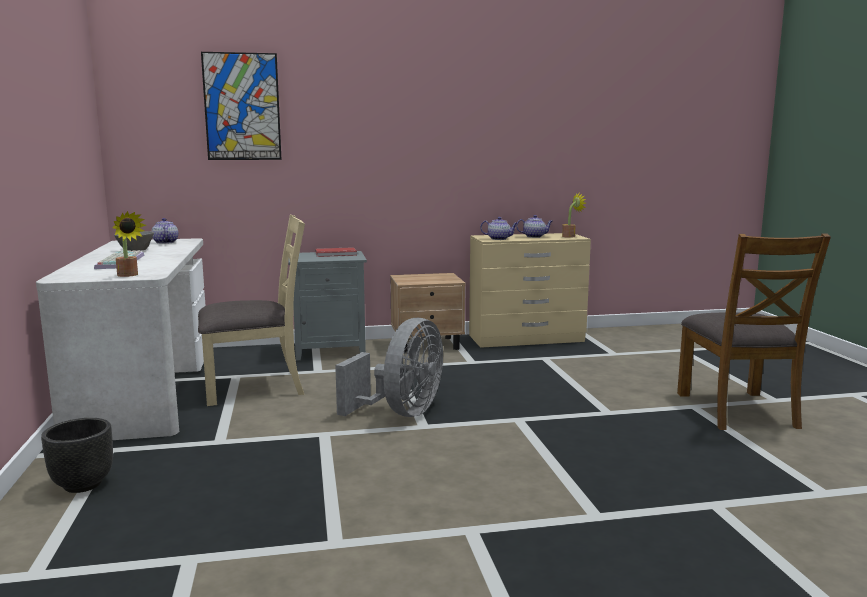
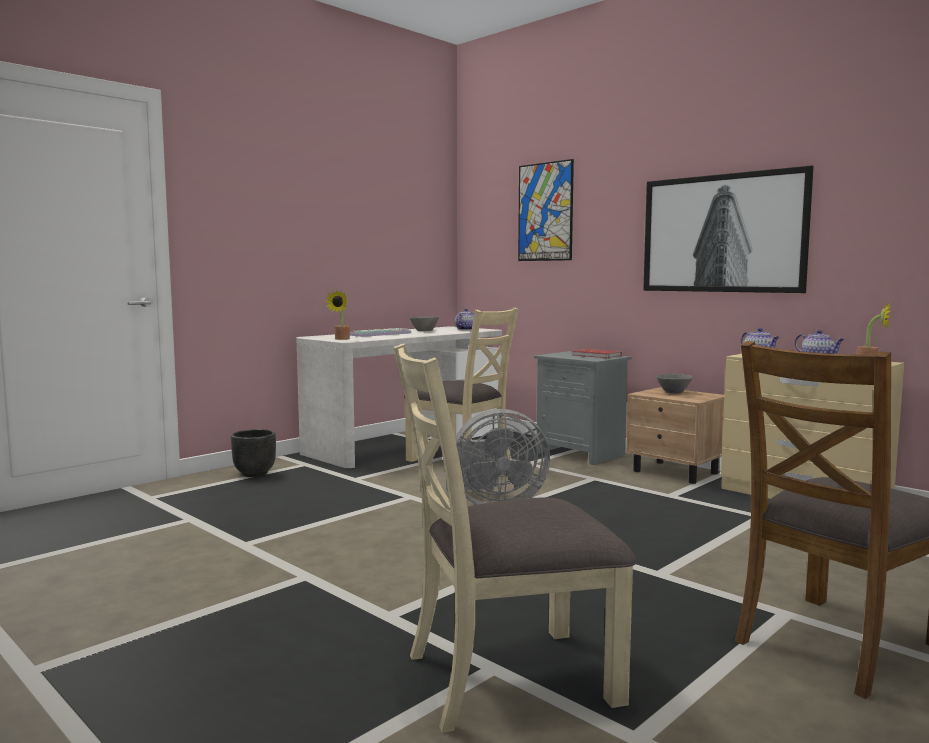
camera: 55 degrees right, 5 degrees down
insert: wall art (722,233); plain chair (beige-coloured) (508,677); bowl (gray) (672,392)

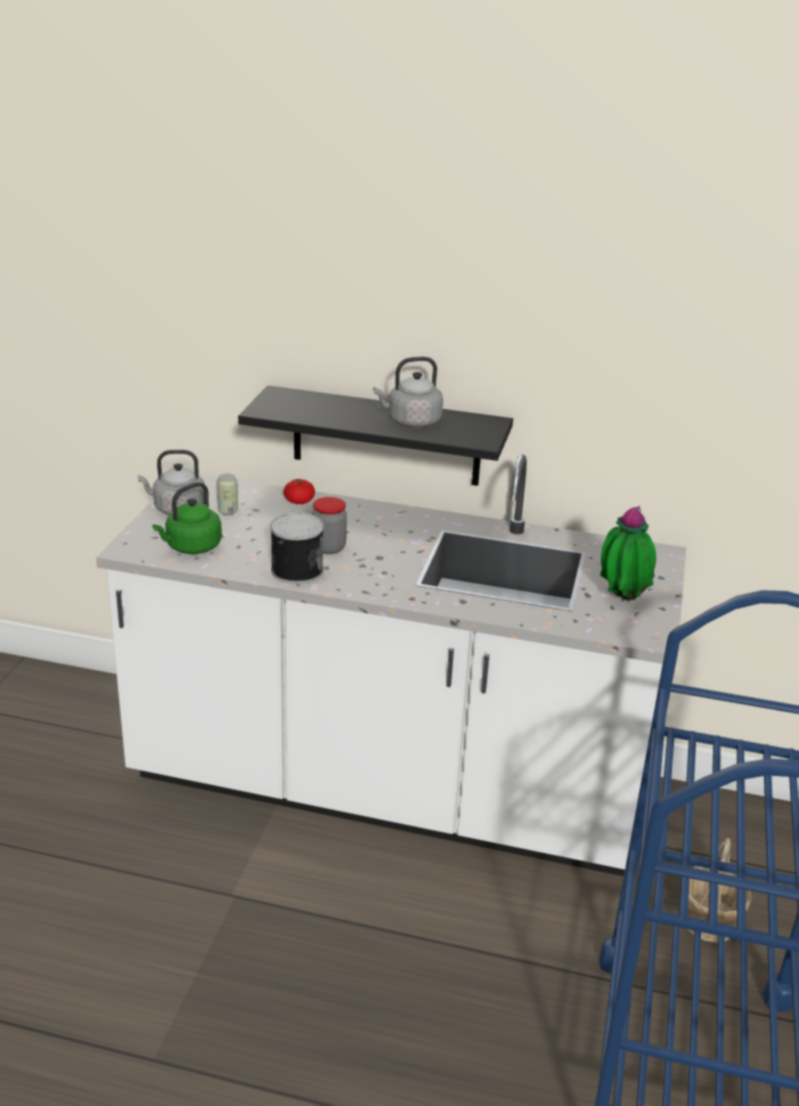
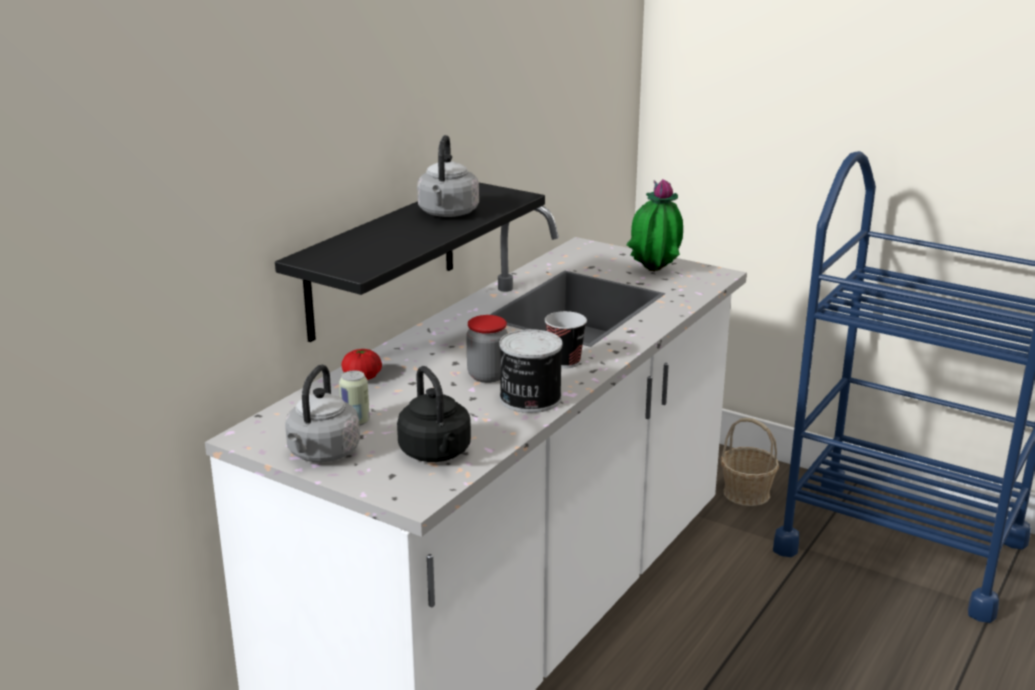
camera: 70 degrees left, 5 degrees down
insert: small cup (564,362)
recolor: kettle (green) (191,547) to kettle (black) (436,453)

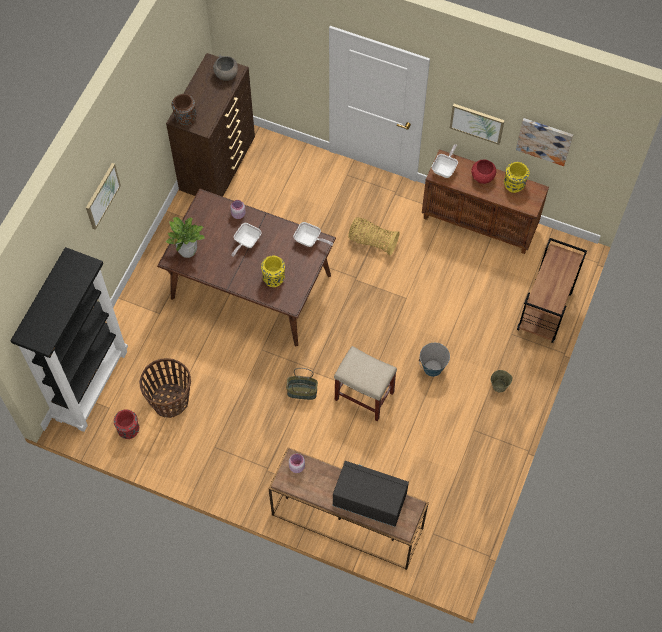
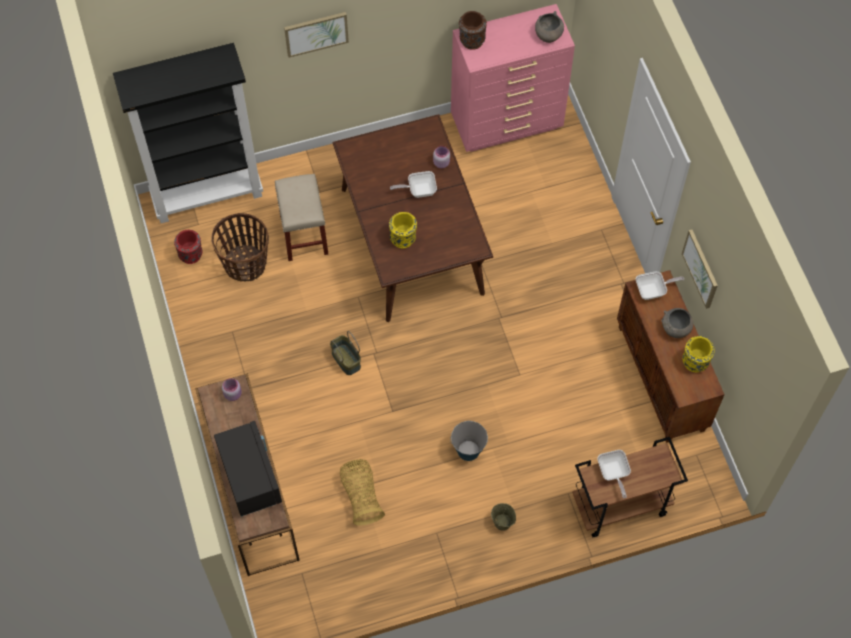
camera: 50 degrees right, 0 degrees up
delete: wall art (544,140); potted plant (187,252)
move: basket (372,241) to (361,496); skillet (310,241) to (613,474); sitting stool (beige-coloured) (363,395) to (303,234)
recolor: chest of drawers (brownish) (219,166) to chest of drawers (pink) (507,123); bowl (red) (482,177) to bowl (gray) (675,329)

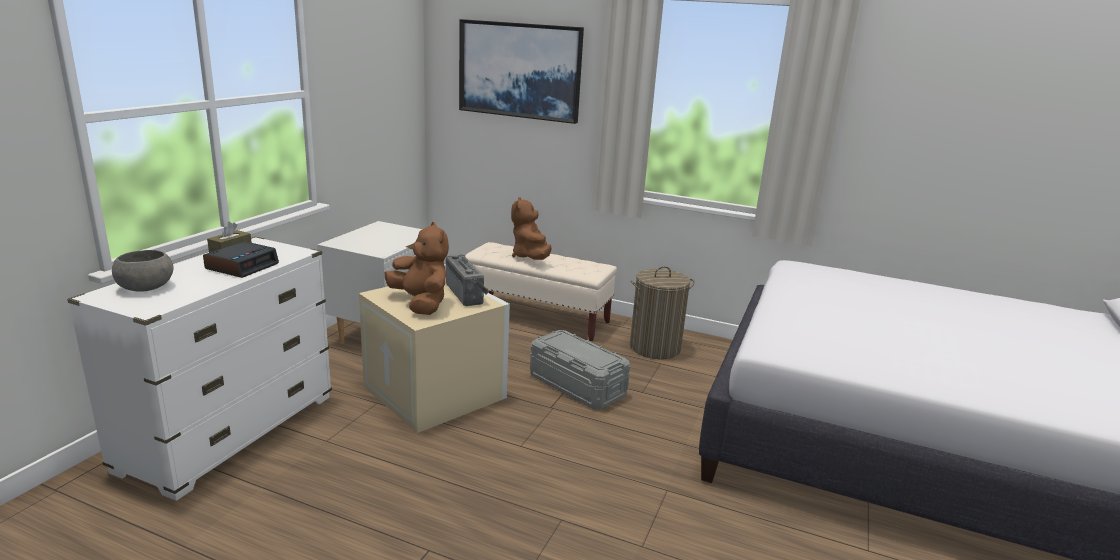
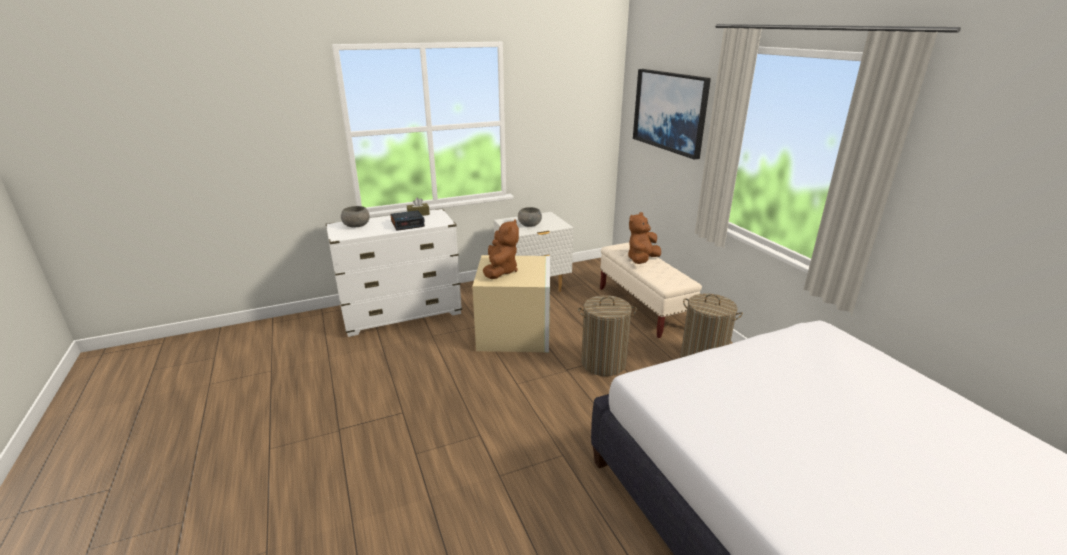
camera: 45 degrees right, 5 degrees up
delete: radio set (467,294)
insert: bowl (gray) (529,225)
replace: storage bin (gray) (577,385) to washing basket (603,363)

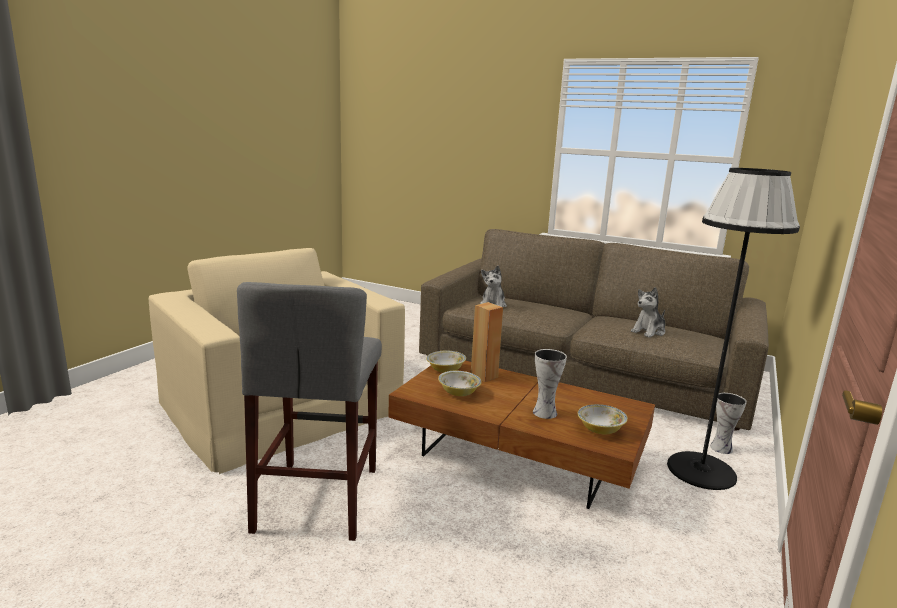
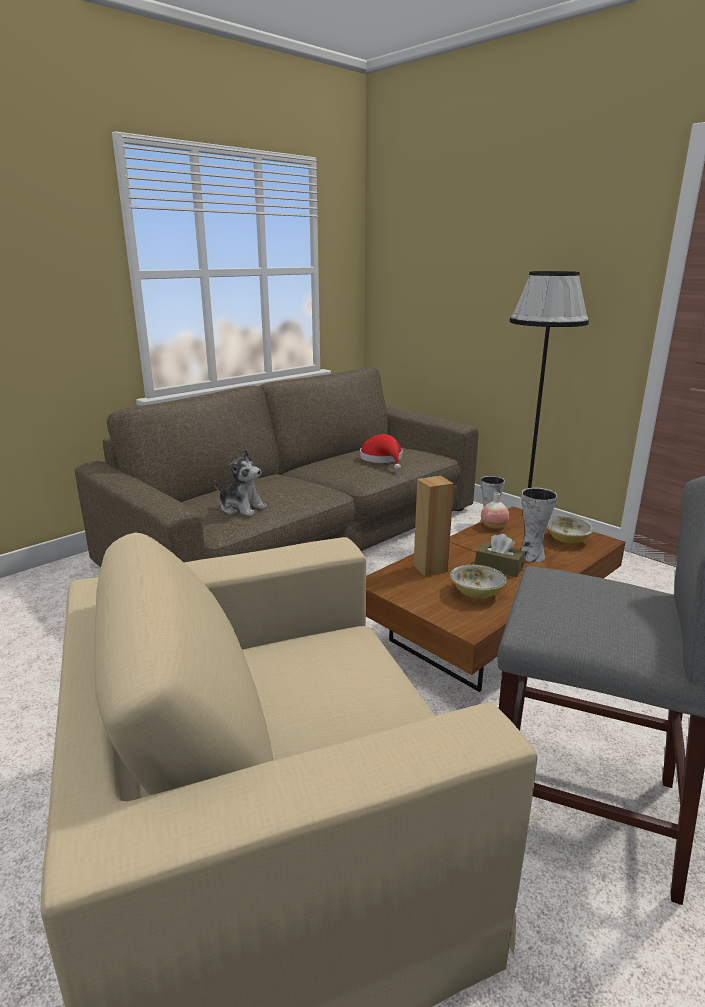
camera: 70 degrees left, 5 degrees up
delete: bowl (445,370)
insert: flower vase (493,526); tissue holder (brownish) (498,567)
replace: soft toy (649,331) to clothing hat (red) (383,459)

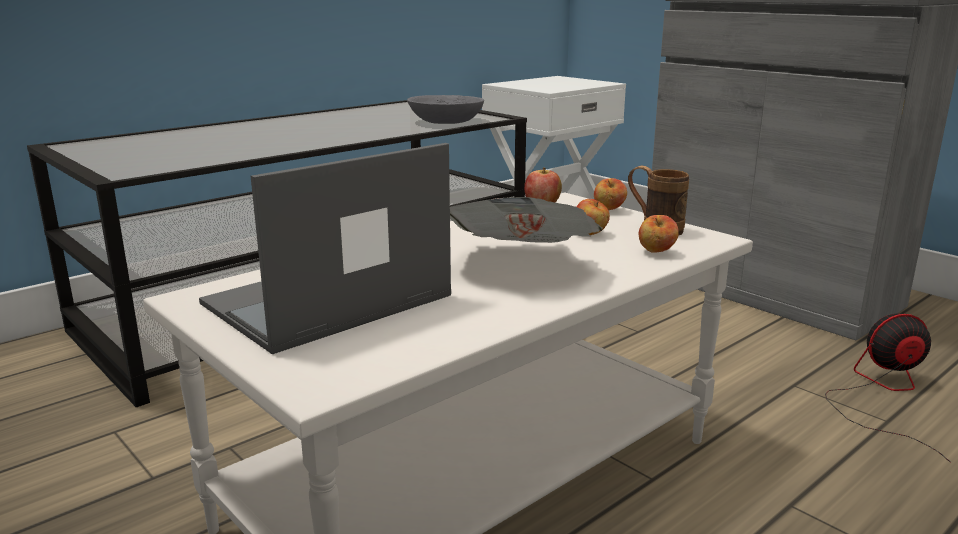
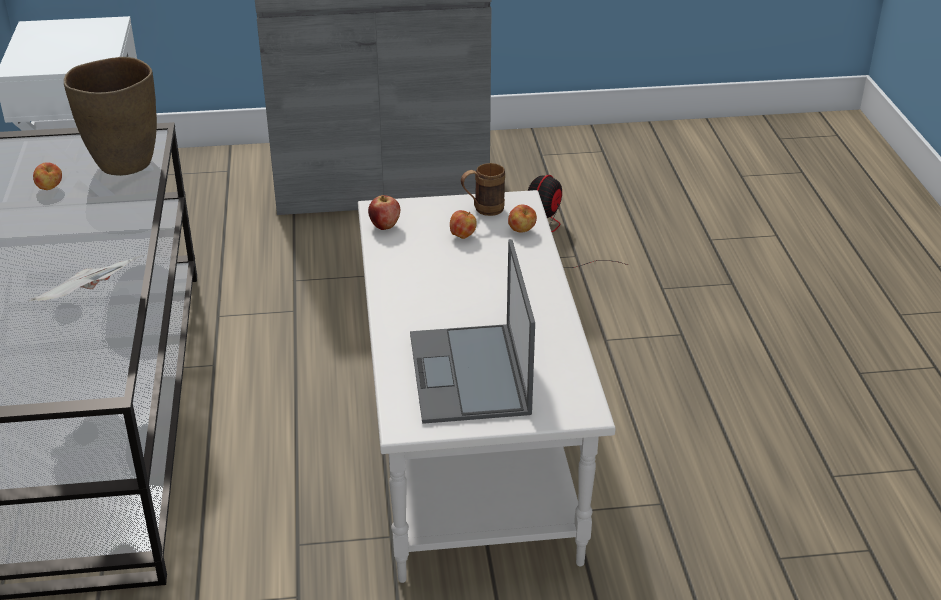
camera: 55 degrees left, 15 degrees up
move: apple (609,210) to (50,188); daily paper (522,265) to (92,305)
replace: bowl (gray) (445,122) to flower vase (brownish) (123,164)

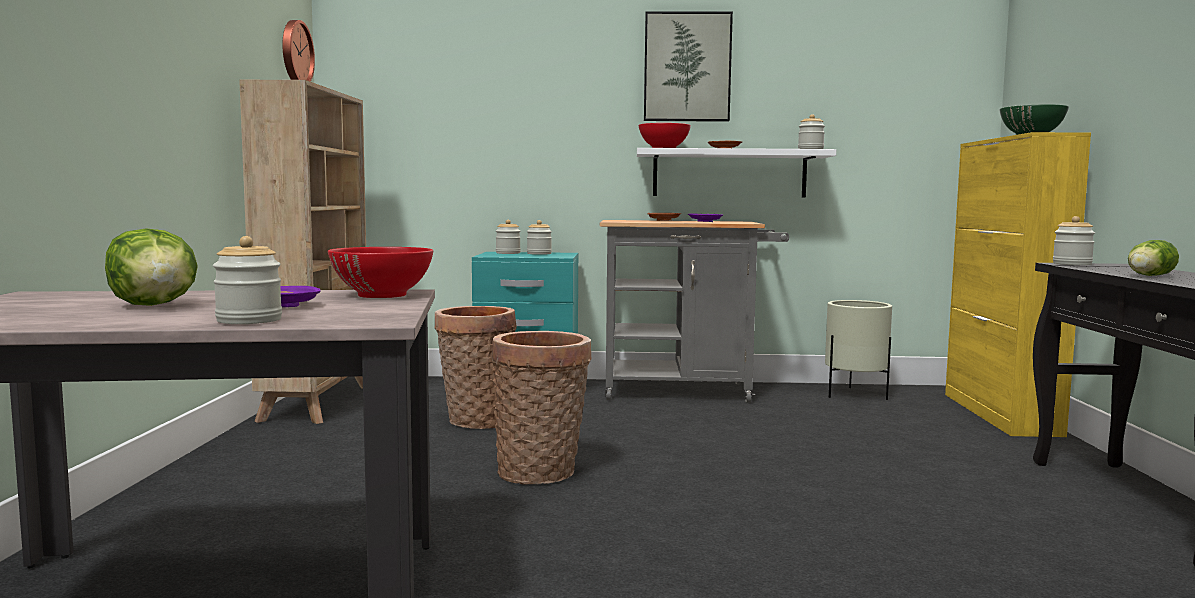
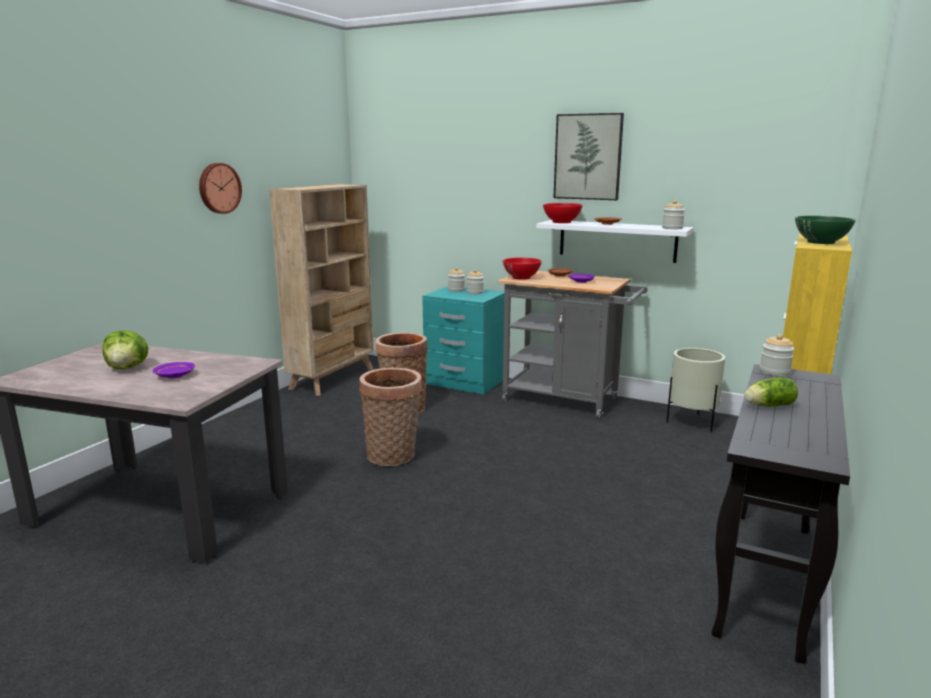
camera: 25 degrees right, 10 degrees up
delete: jar (249,320)
move: wall clock (295,52) to (218,188); bowl (red) (383,295) to (521,277)

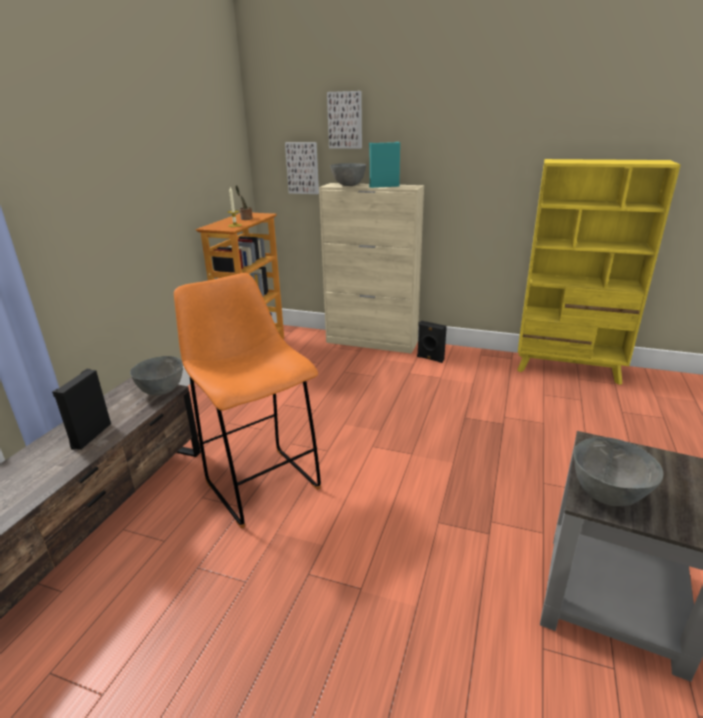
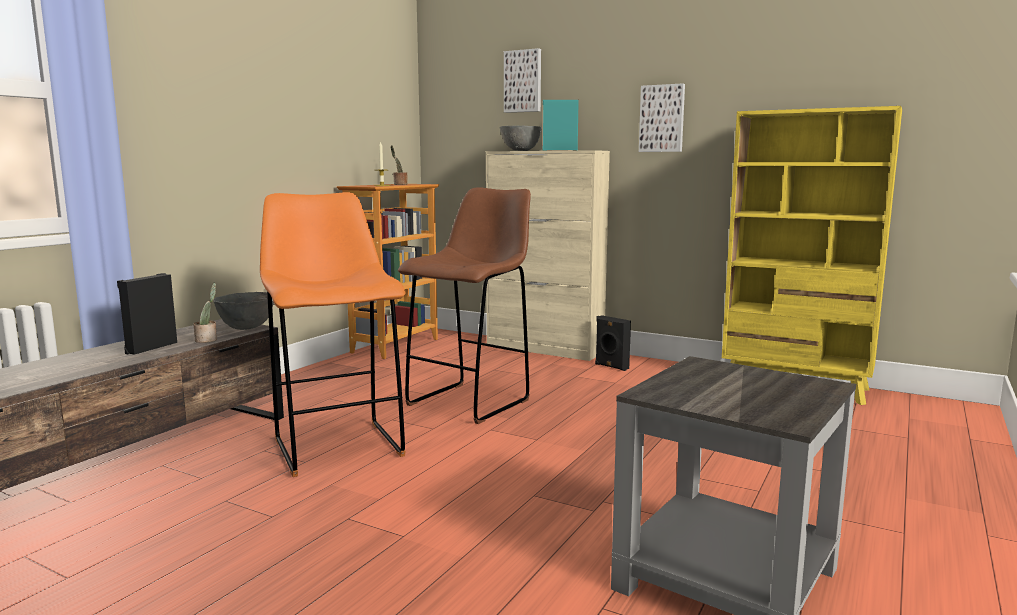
camera: 10 degrees right, 15 degrees down
delete: bowl (gray) (607,495)
insert: sitting stool (brownish) (471,401); potted plant (207,340)
move: wall art (303,168) to (662,118)

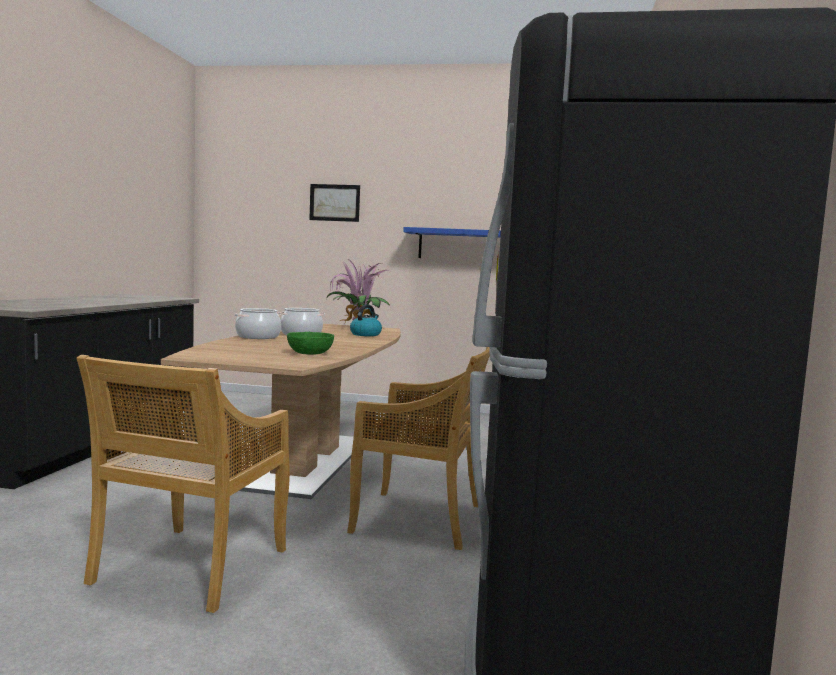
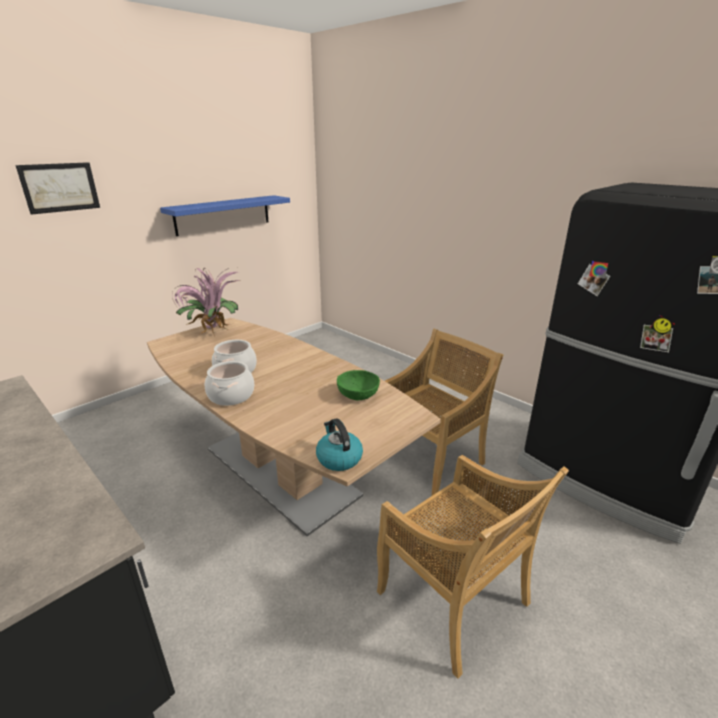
camera: 55 degrees left, 20 degrees up
move: kettle (365,334) to (338,458)

